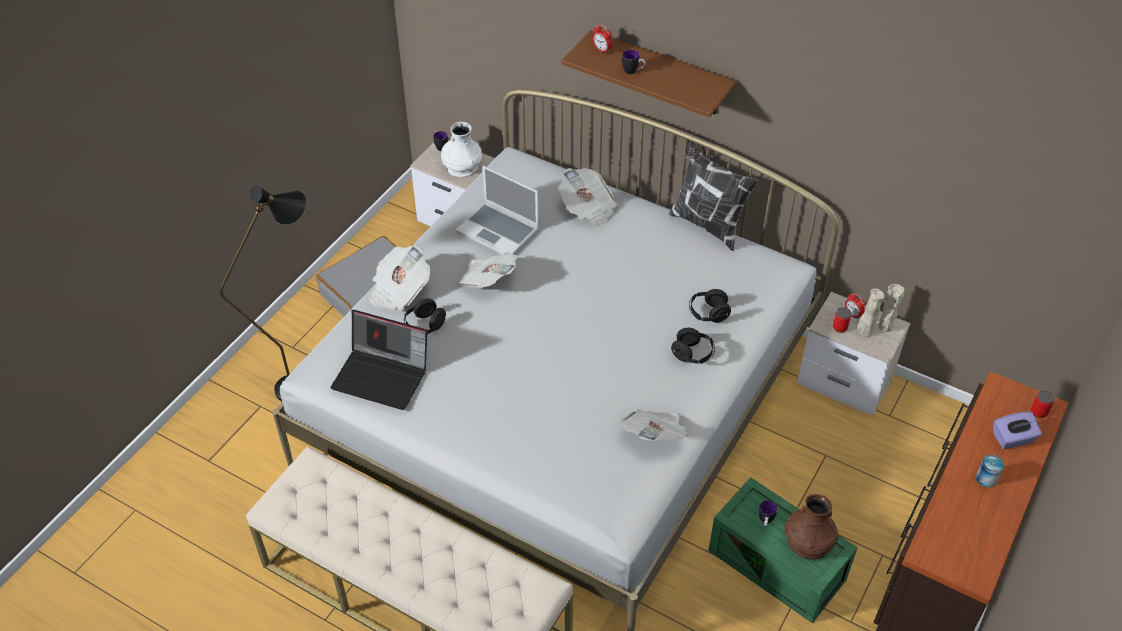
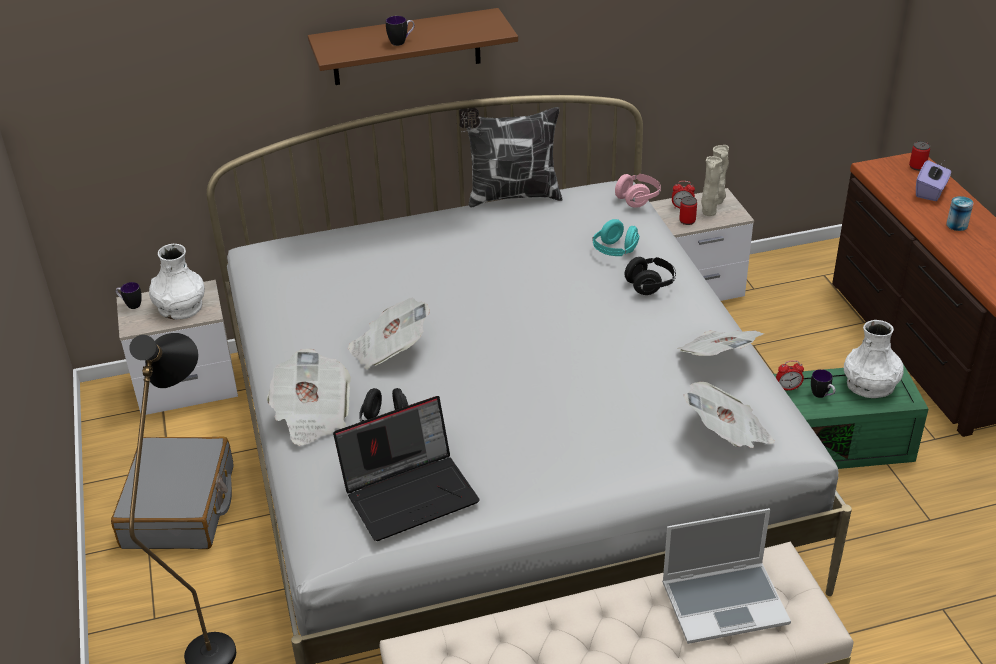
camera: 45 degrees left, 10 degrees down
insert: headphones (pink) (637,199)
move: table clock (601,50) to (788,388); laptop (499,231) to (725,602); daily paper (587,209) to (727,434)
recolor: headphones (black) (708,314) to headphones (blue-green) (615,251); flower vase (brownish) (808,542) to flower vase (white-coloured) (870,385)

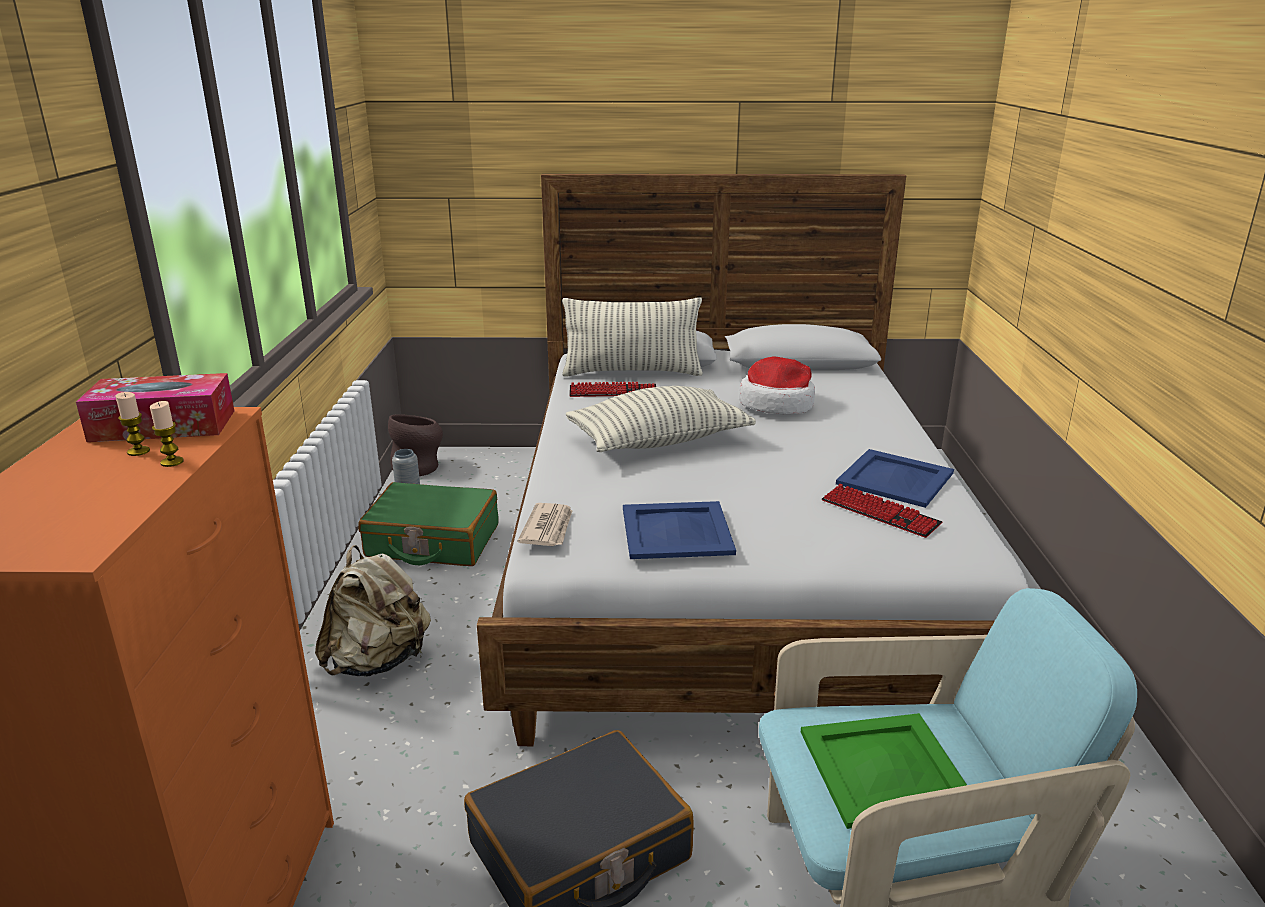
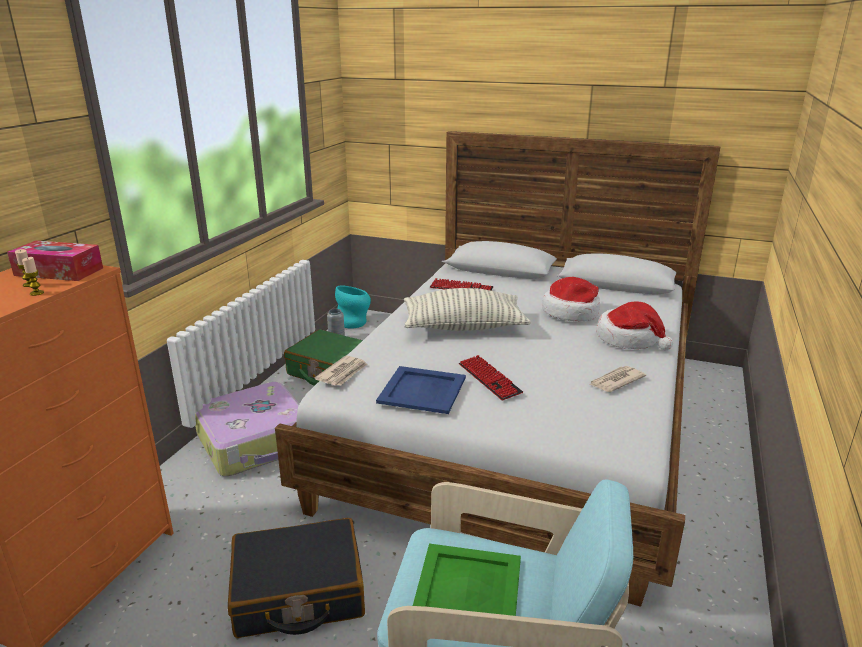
camera: 20 degrees right, 0 degrees up
delete: pillow (632,372)
insert: clothing hat (629,339)
move: computer keyboard (879,513) to (489,379)
replace: carrying tray (bluish) (895,479) to daily paper (615,381); backpack (beige-coloured) (378,661) to suitcase (256,441)
recolor: flower vase (brownish) (419,467) to flower vase (blue-green) (354,322)

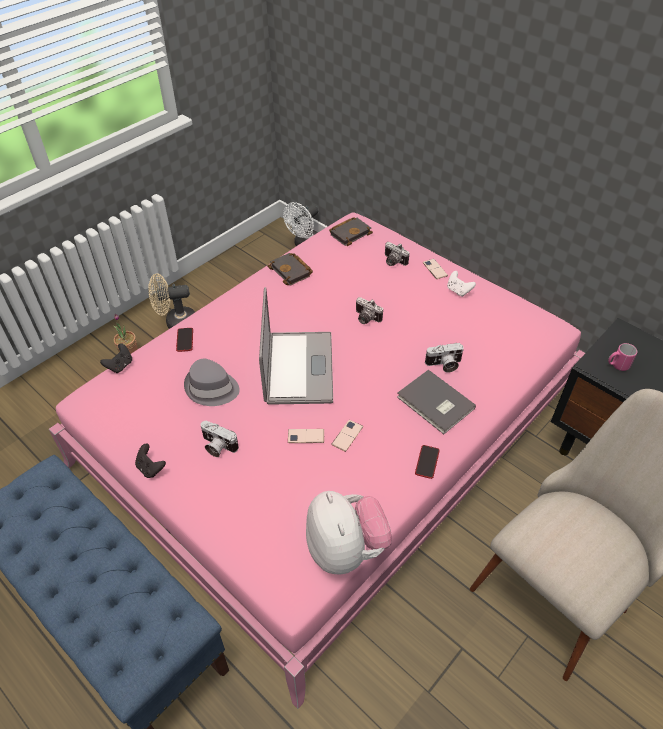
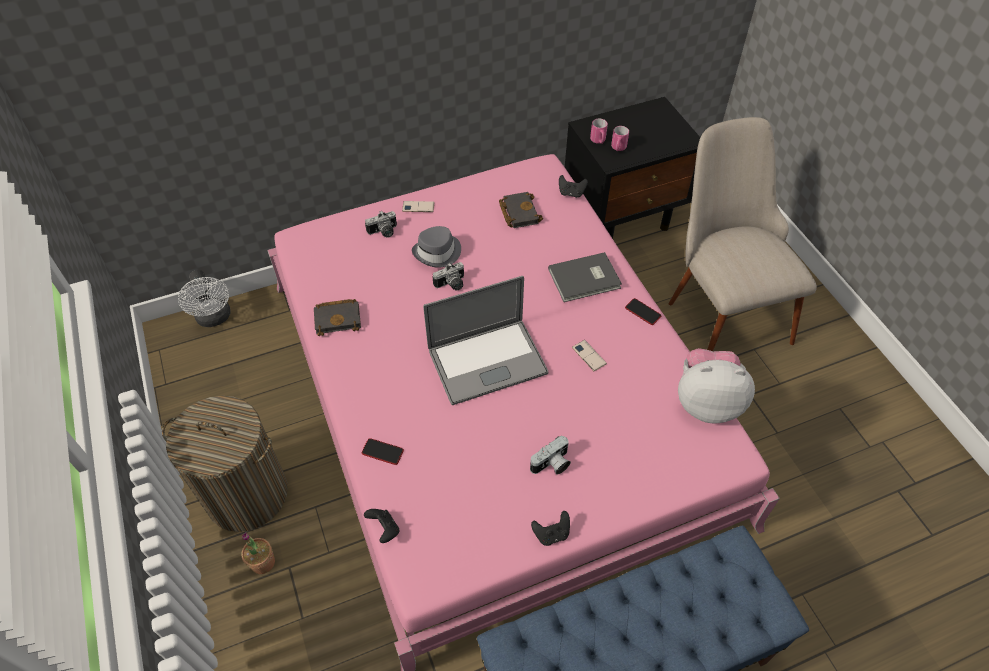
camera: 65 degrees left, 5 degrees up
delete: gamepad (white-coloured) (458,291); still camera (444,365); phone (306,436)
insert: tea mug (pink) (598,141); gamepad (black) (571,193)
move: book (black) (350,233) to (518,212); clothing hat (gray) (211,388) to (438,252)
replace: electric fan (beige-coloured) (176,323) to washing basket (247,494)
rotate: laptop (298,367) = (487,361) 135 degrees clockwise

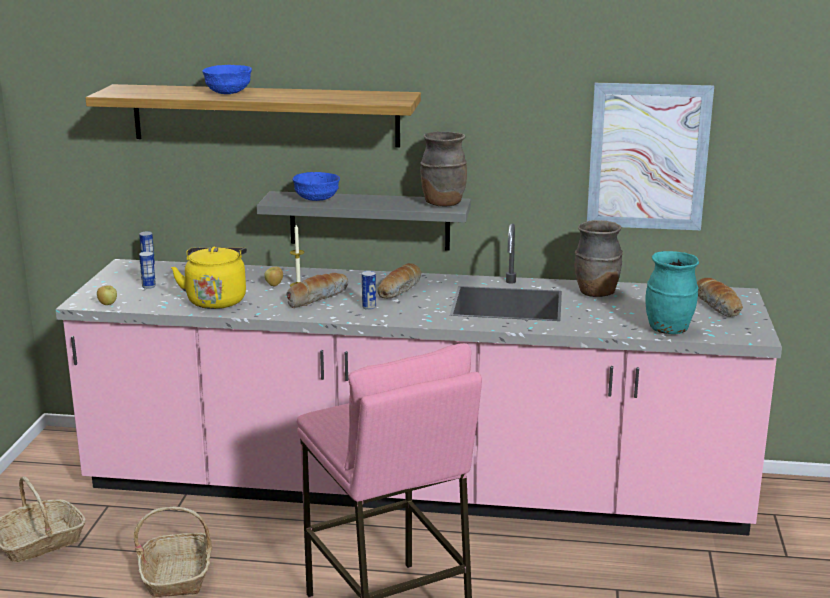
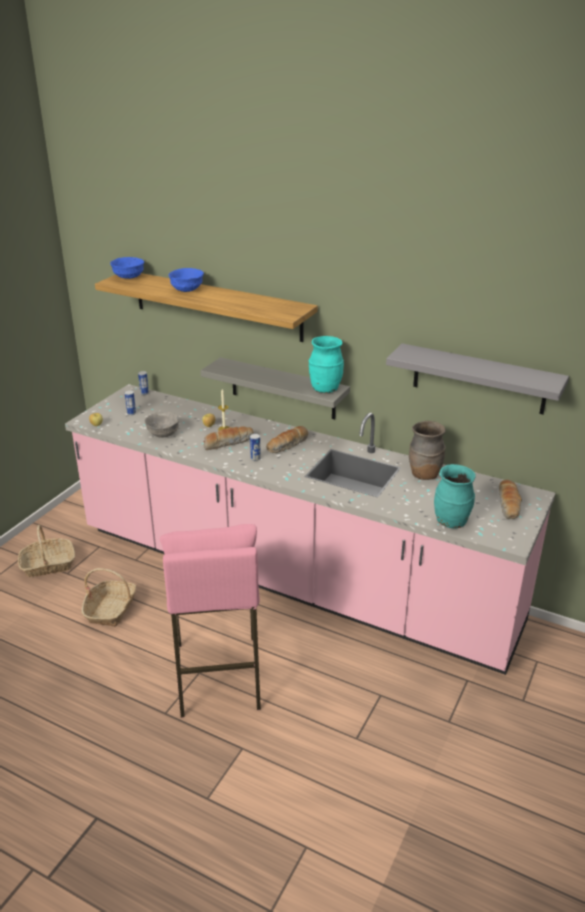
camera: 20 degrees right, 10 degrees up
move: bowl (bluish) (316,199) to (128,277)
replace: wall art (648,157) to wall shelf (gray) (479,379); kettle (yellowish) (216,300) to bowl (gray) (163,433)
recolor: flower vase (brownish) (442,203) to flower vase (blue-green) (325,389)

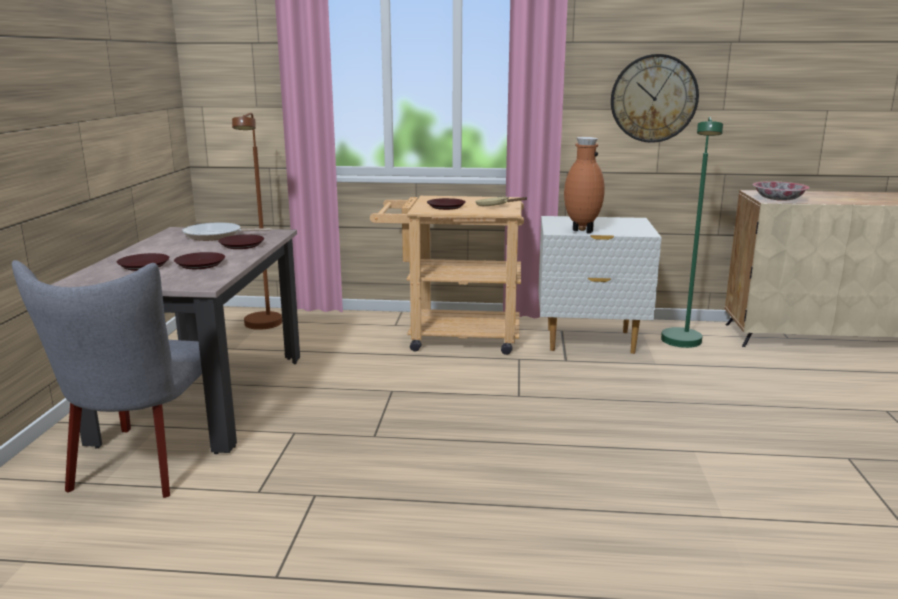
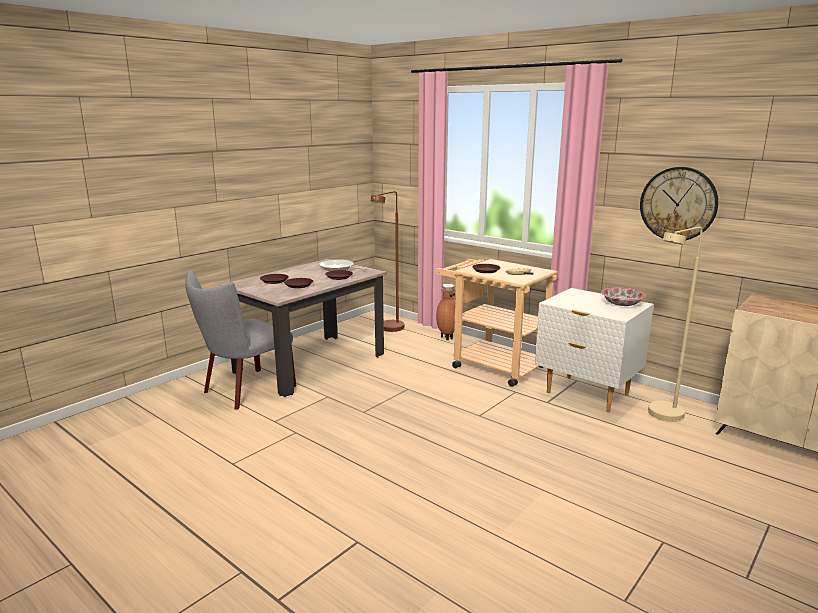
camera: 35 degrees right, 0 degrees up
move: flower vase (brownish) (581,231) to (446,337); bowl (779,199) to (622,304)
recolor: floor lamp (green) (682,344) to floor lamp (beige-coloured) (661,417)

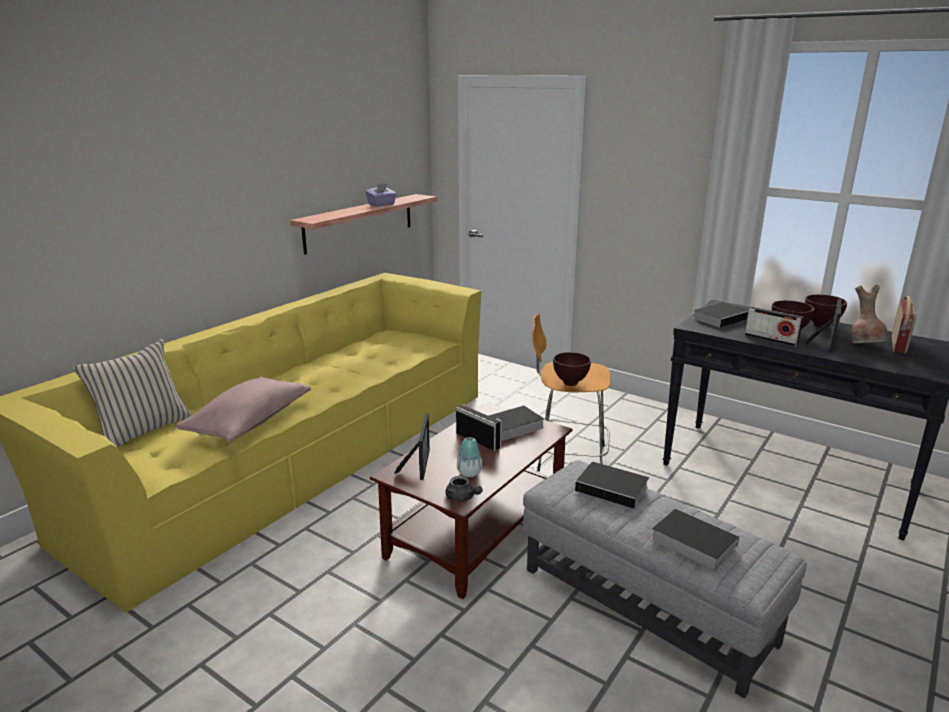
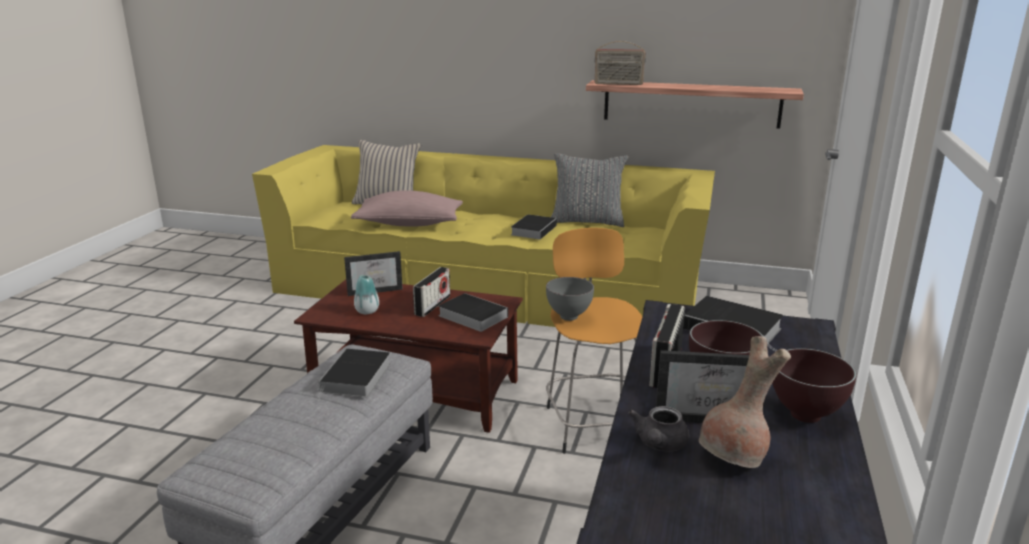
camera: 70 degrees right, 0 degrees up
delete: tissue holder (purple) (382,204)
insert: pillow (gray) (587,221)
move: radio set (899,344) to (618,84); tea pot (gray) (462,498) to (659,444); book (690,542) to (534,230)
recolor: bowl (brownish) (571,383) to bowl (gray) (569,318)

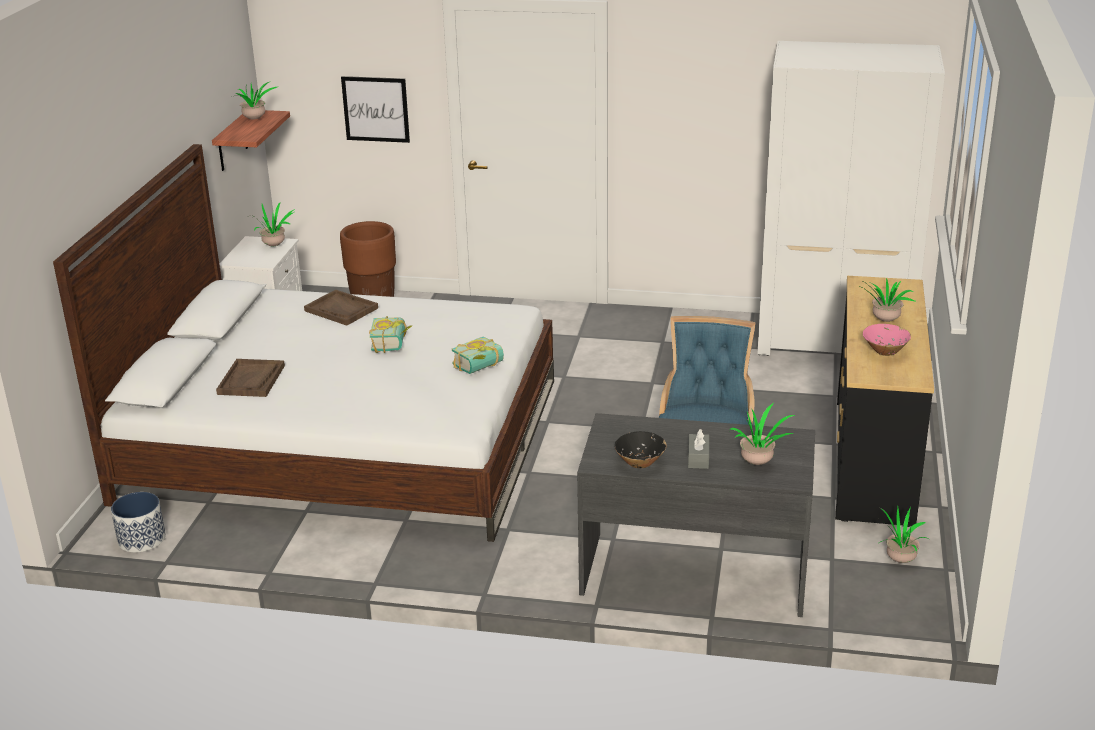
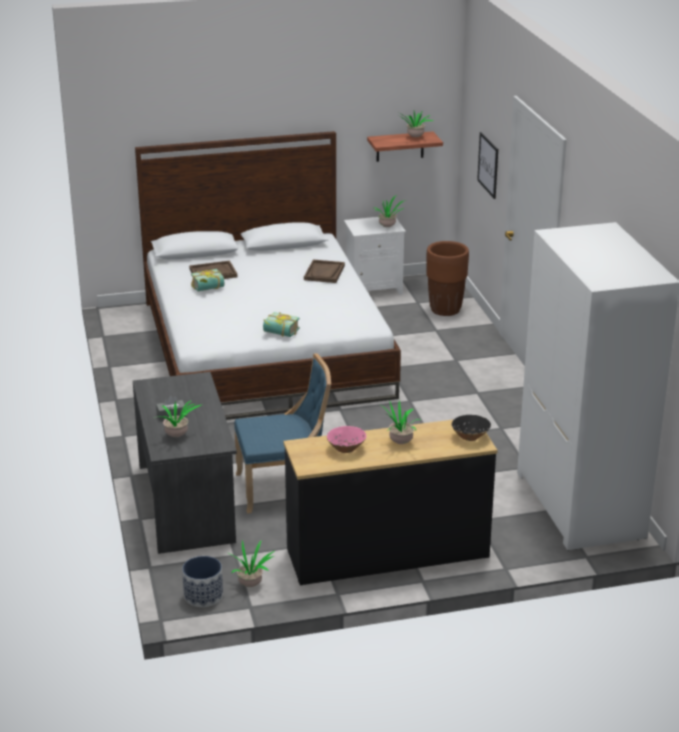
camera: 65 degrees right, 0 degrees up
move: book (393,343) to (209,289); bowl (black) (640,462) to (470,437); planter (141,539) to (203,595)

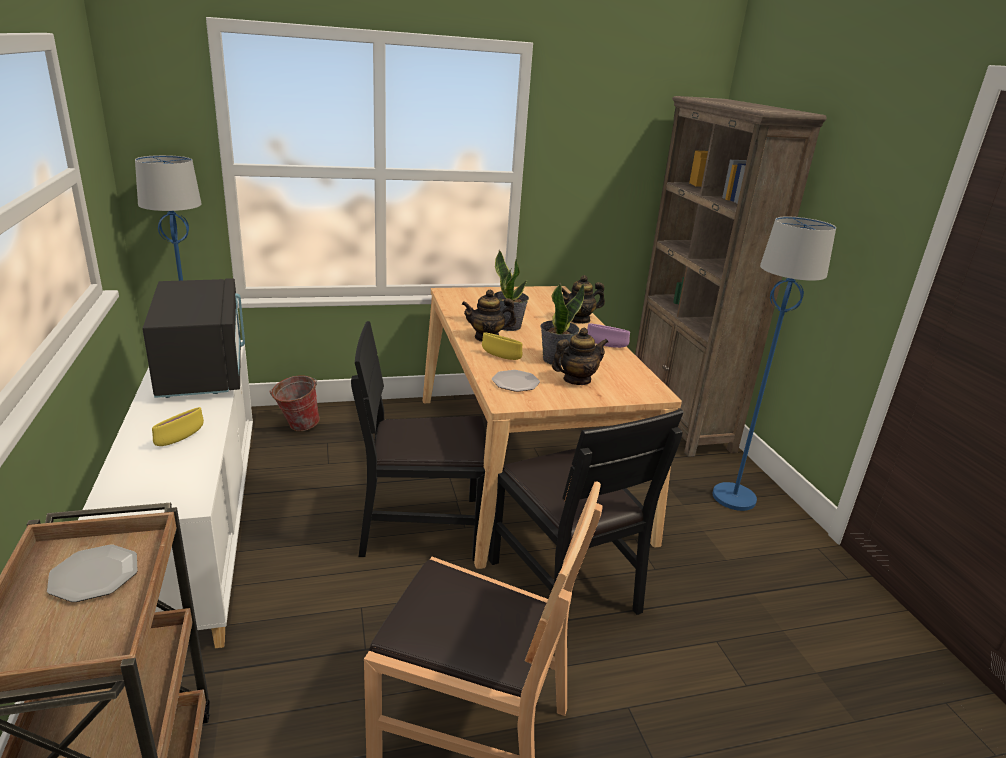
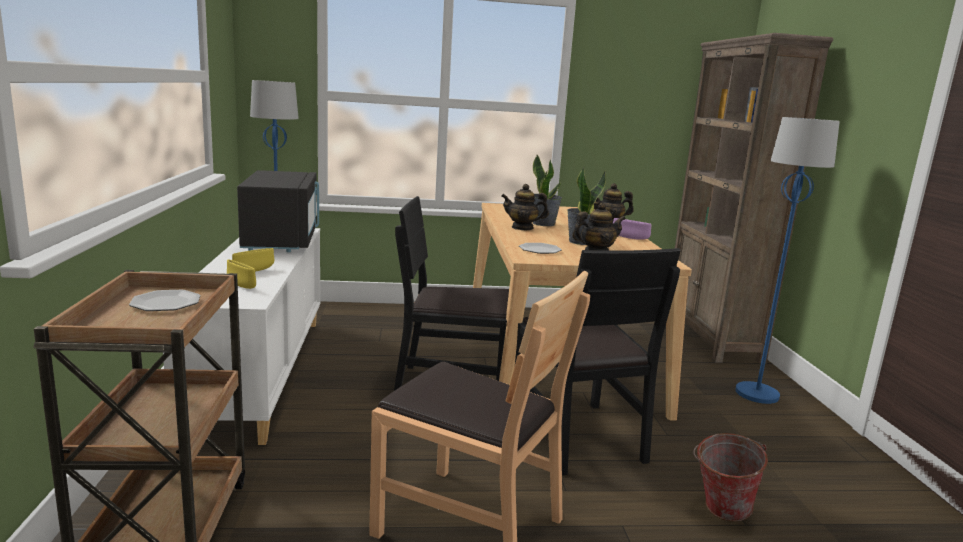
camera: 10 degrees right, 10 degrees down
move: bowl (yellowish) (501,357) to (241,286); water bucket (297,426) to (719,512)

